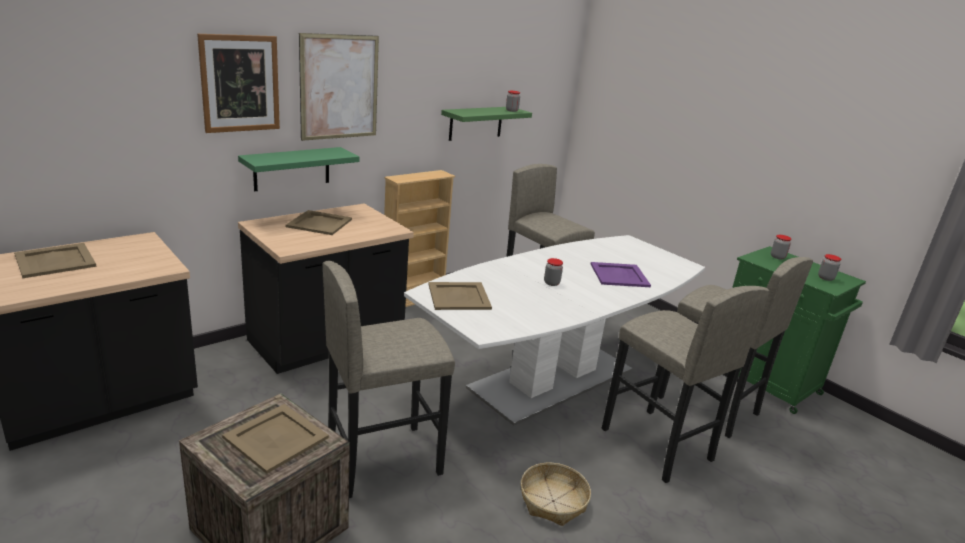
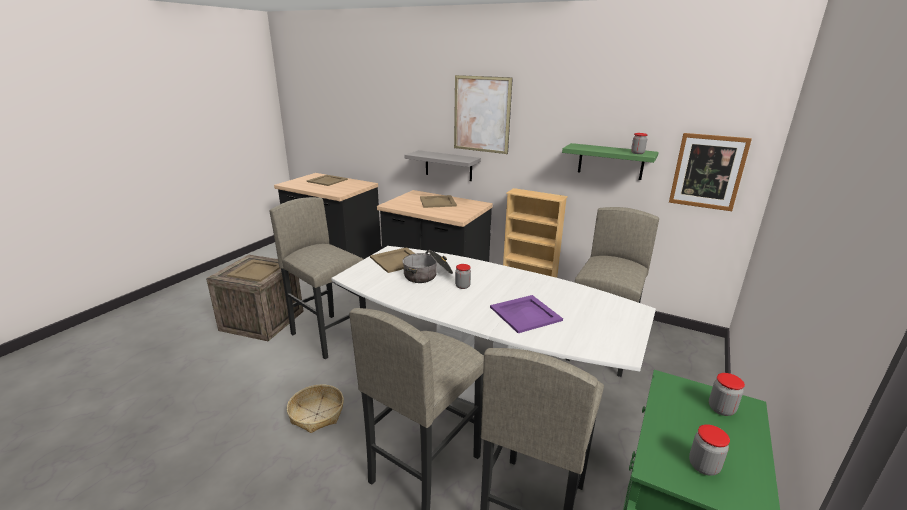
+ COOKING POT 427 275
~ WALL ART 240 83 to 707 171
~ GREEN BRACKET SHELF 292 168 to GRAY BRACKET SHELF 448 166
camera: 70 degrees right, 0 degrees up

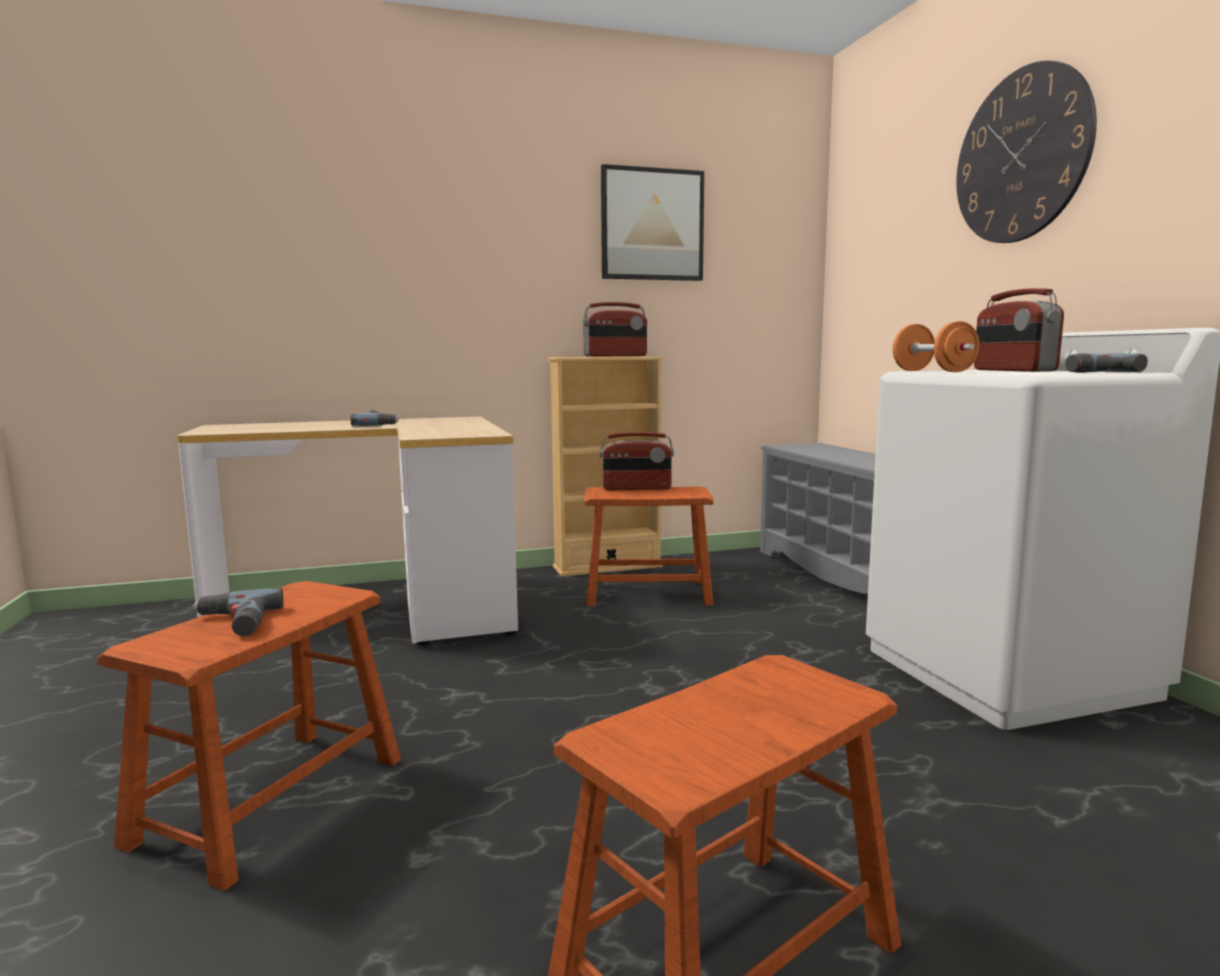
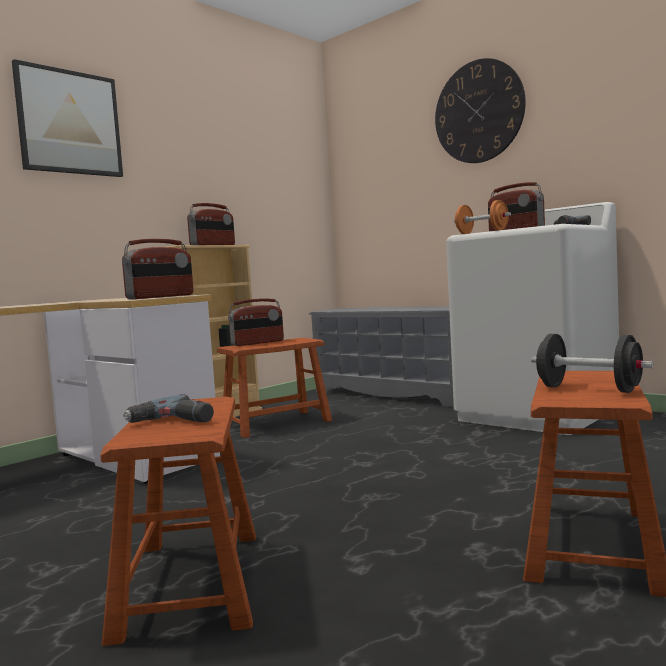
- DRILL 378 424
+ RADIO SET 161 297
+ BLACK-COLOURED DUMBBELL 589 389
~ WALL ART 652 225 to 69 122
camera: 30 degrees left, 5 degrees down

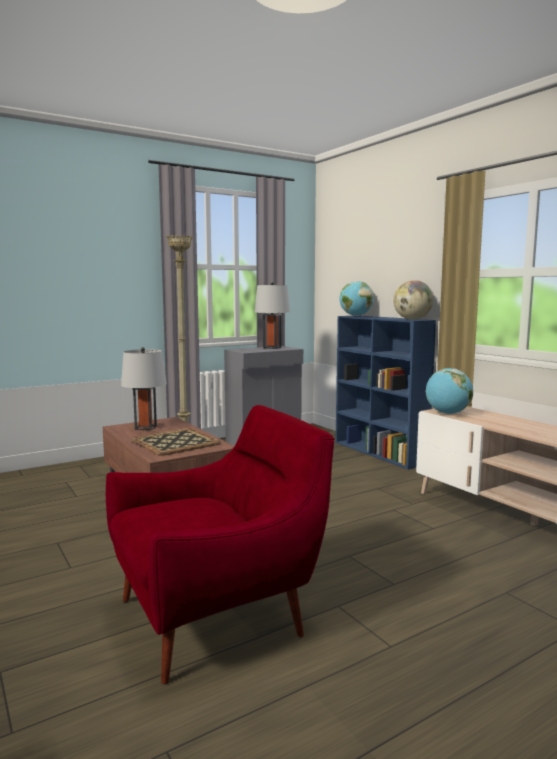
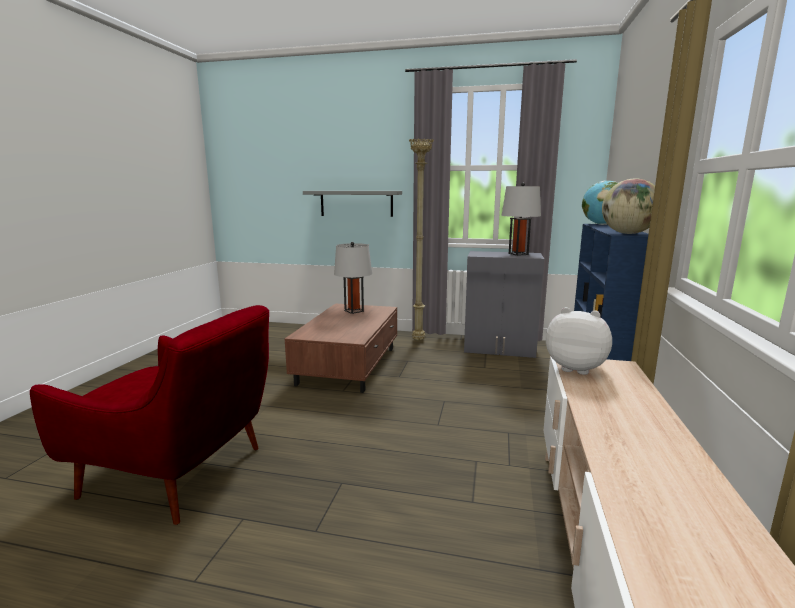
- CARRYING TRAY 176 442
+ GRAY BRACKET SHELF 356 203
~ DESK GLOBE 448 413 to CUDDLY TOY 575 368
camera: 45 degrees right, 5 degrees up

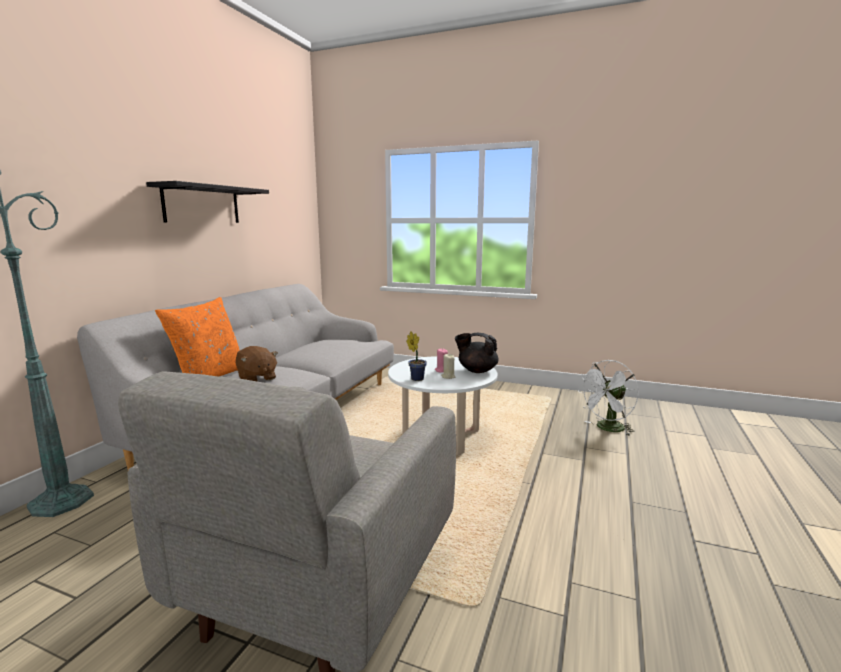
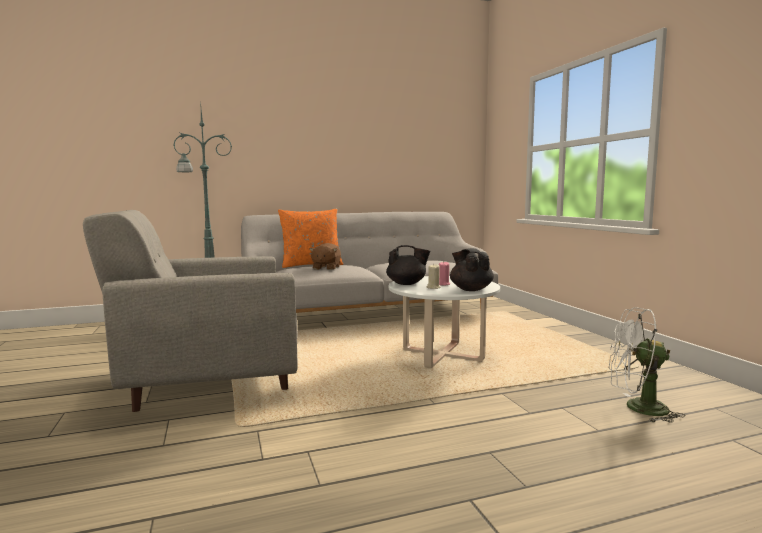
- BLACK-COLOURED BRACKET SHELF 202 204
~ POTTED PLANT 416 378 to BLACK-COLOURED TEAPOT 407 284
camera: 50 degrees right, 5 degrees down

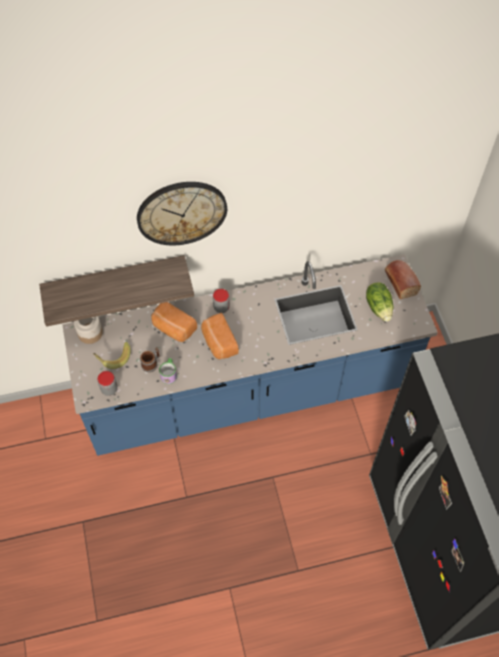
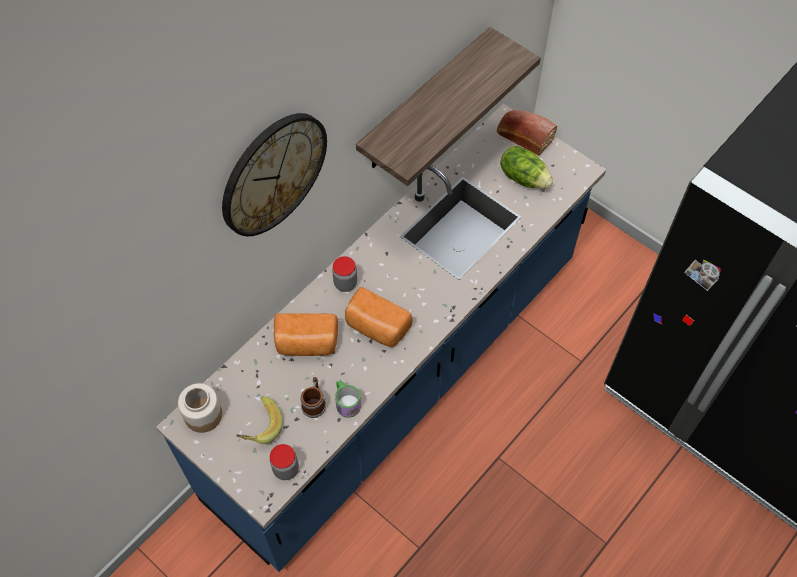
~ BRACKET SHELF 115 280 to 424 102
camera: 35 degrees left, 0 degrees up

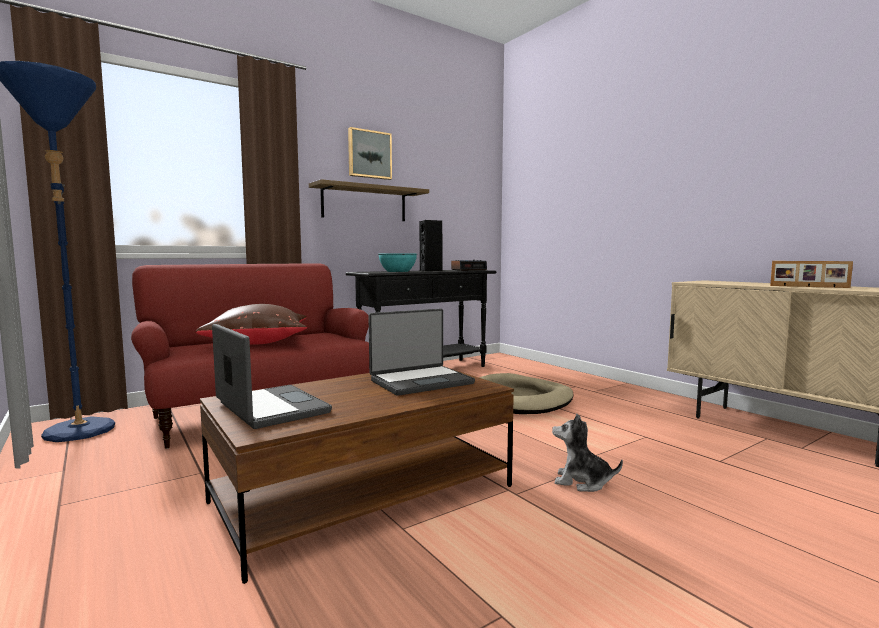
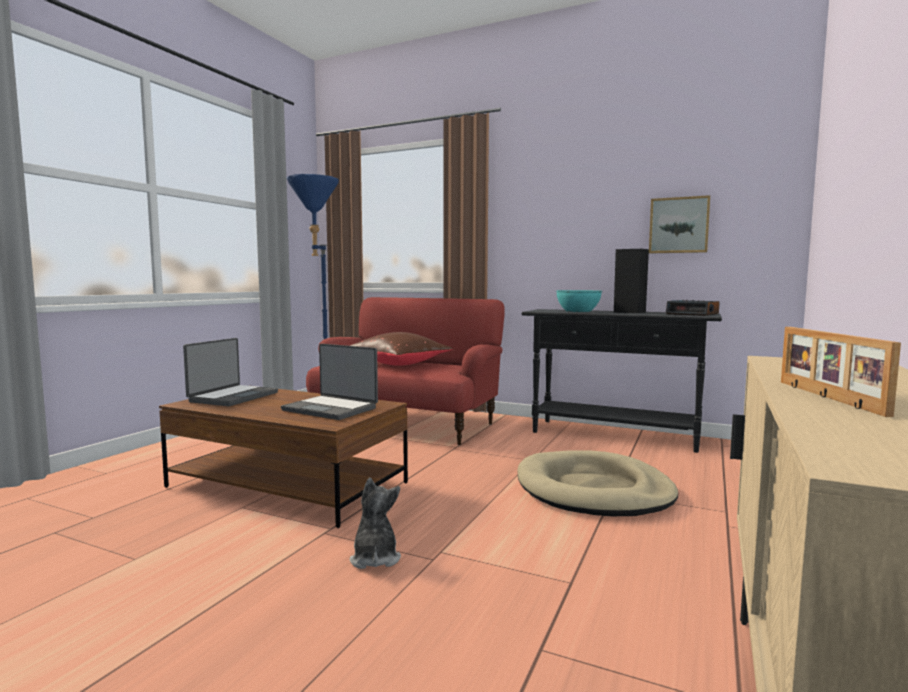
- BRACKET SHELF 364 203
~ WALL ART 369 154 to 679 225
camera: 60 degrees right, 0 degrees up

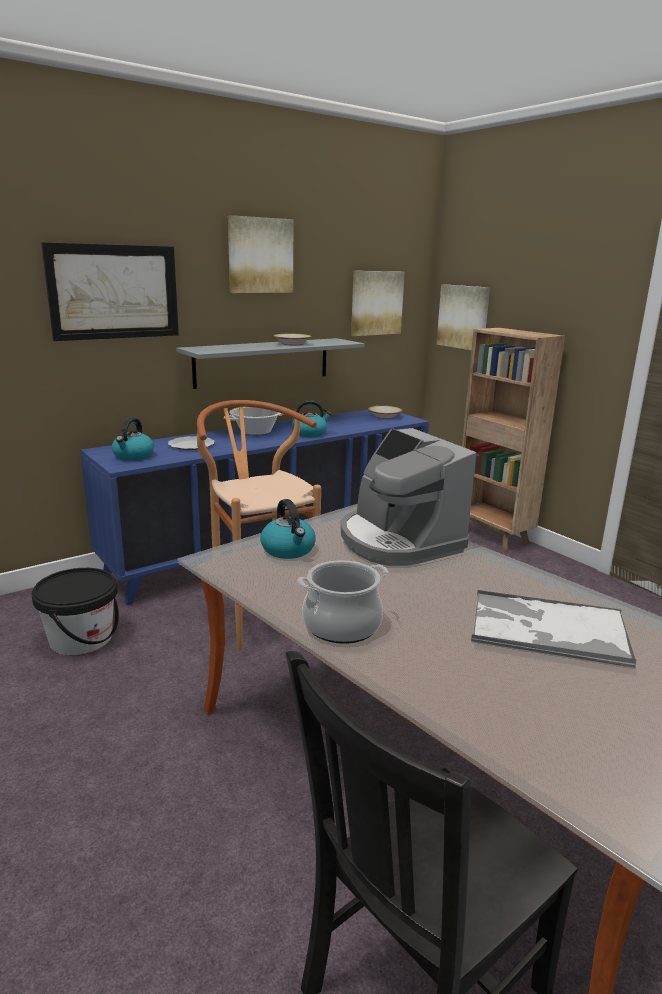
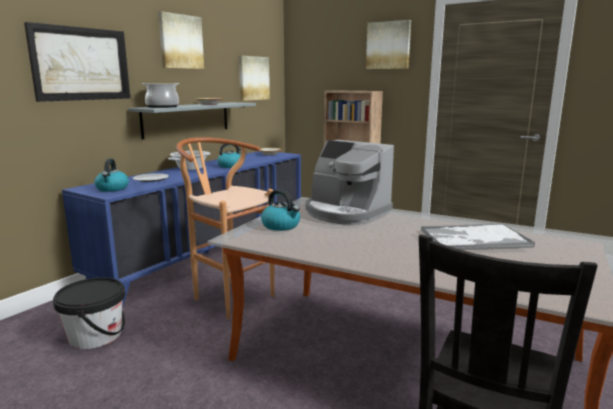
~ COOKING POT 342 626 to 162 107
~ WALL ART 463 317 to 388 45
camera: 20 degrees left, 5 degrees down

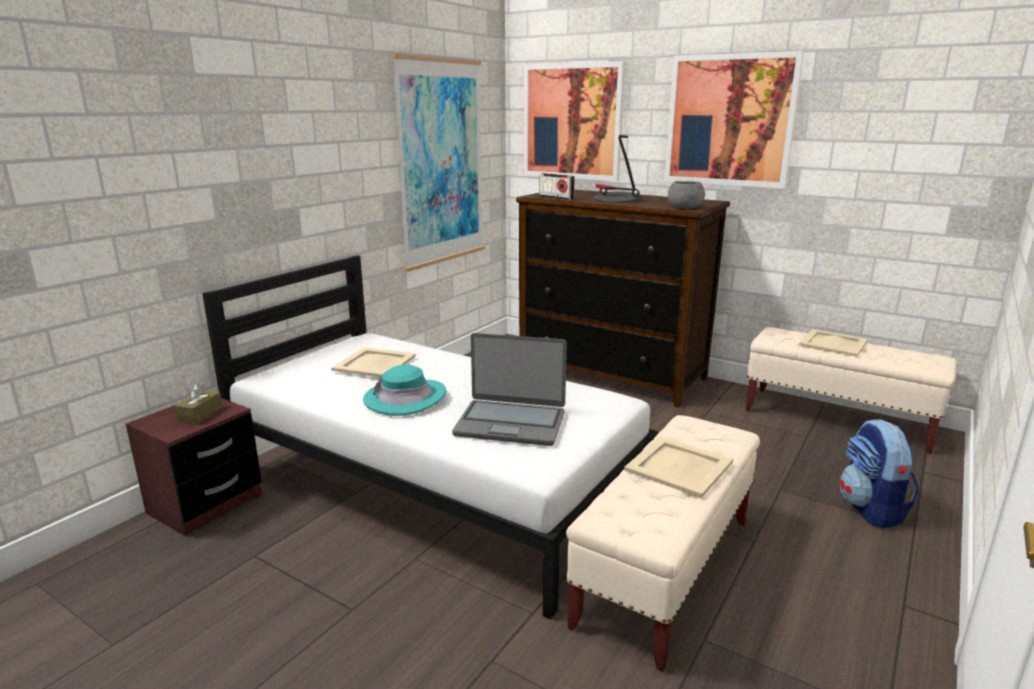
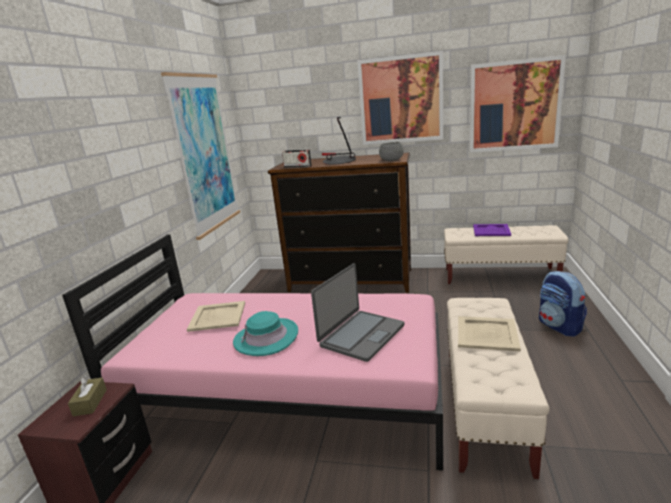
~ WALL ART 572 122 to 514 106
~ WHITE BEDROOM BED 436 483 to PINK BEDROOM BED 289 394
~ SAND-COLOURED CARRYING TRAY 834 343 to PURPLE CARRYING TRAY 491 230
~ PORTABLE COMPUTER 510 423 = 361 335 45 degrees counterclockwise
camera: 20 degrees left, 0 degrees up

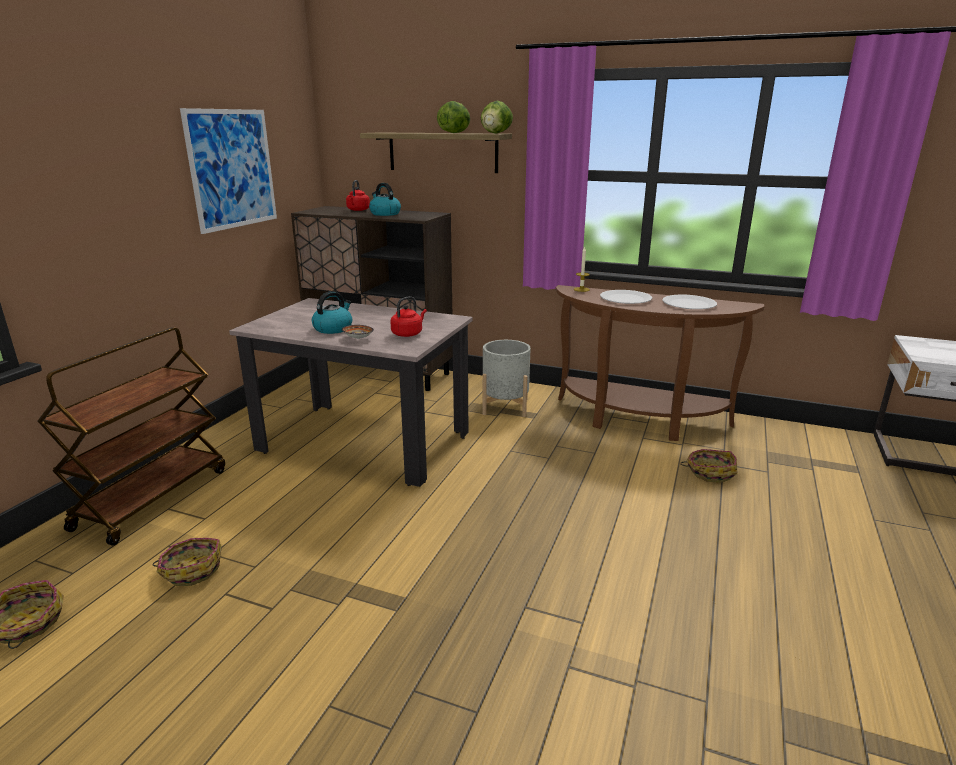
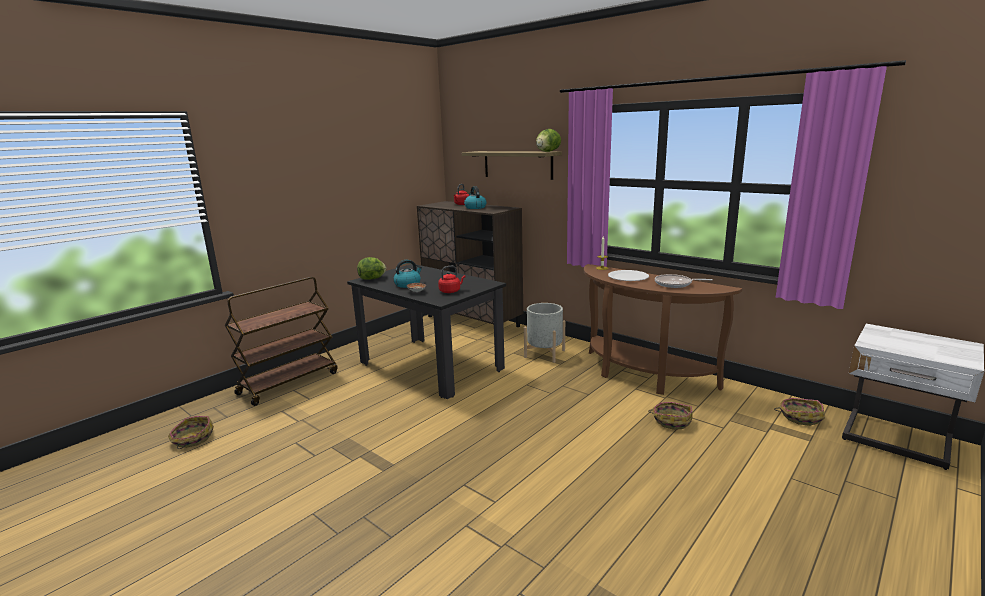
- WALL ART 232 169
~ STORAGE BASKET 192 569 to 800 417
~ LETTUCE 455 133 to 372 279
~ WHITE PLATE 689 304 to FRYING PAN 675 284
~ SAND-COLOURED DINNER TABLE 364 442 to BLACK-COLOURED DINNER TABLE 431 366
camera: 20 degrees right, 5 degrees down

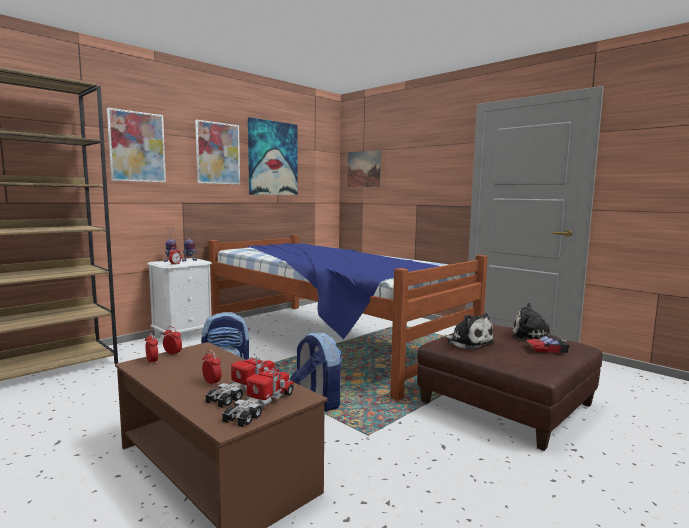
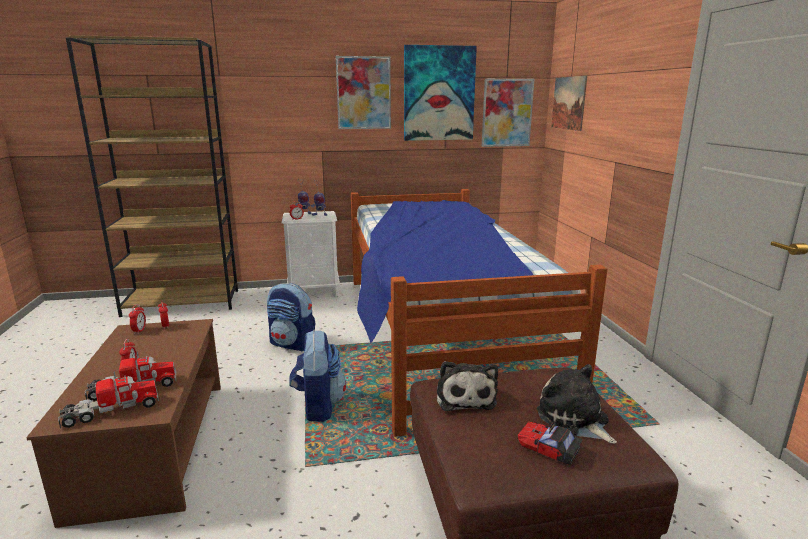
~ WALL ART 137 147 to 507 113
camera: 35 degrees right, 10 degrees up

